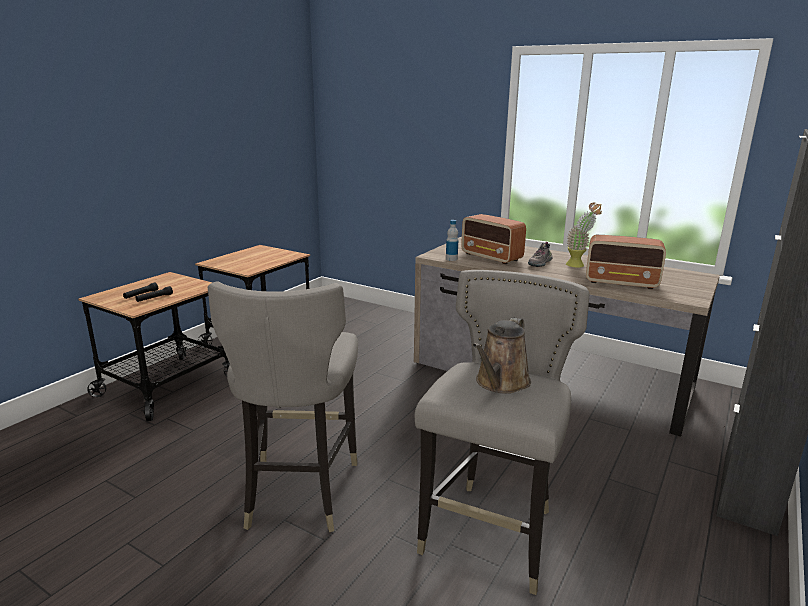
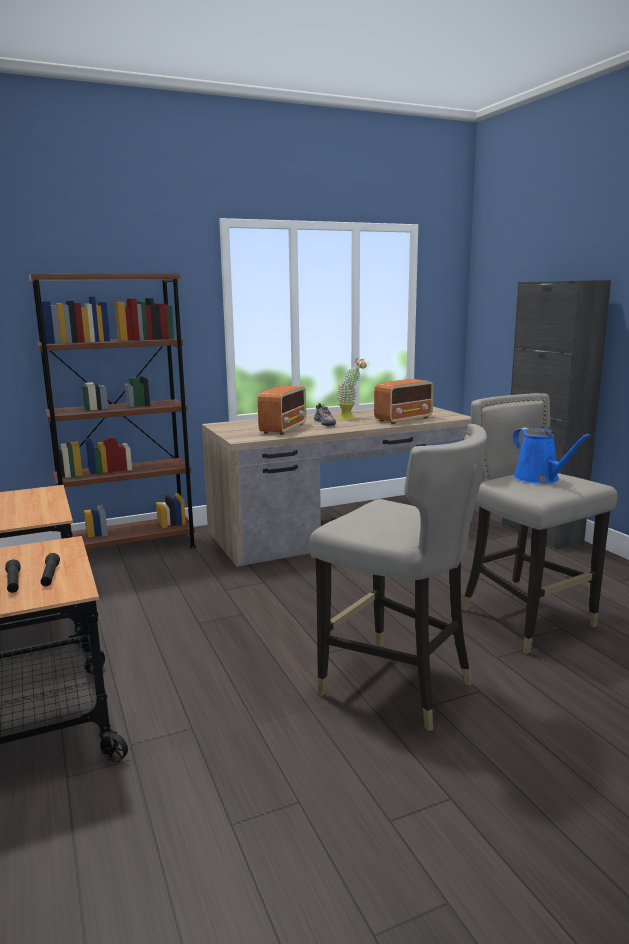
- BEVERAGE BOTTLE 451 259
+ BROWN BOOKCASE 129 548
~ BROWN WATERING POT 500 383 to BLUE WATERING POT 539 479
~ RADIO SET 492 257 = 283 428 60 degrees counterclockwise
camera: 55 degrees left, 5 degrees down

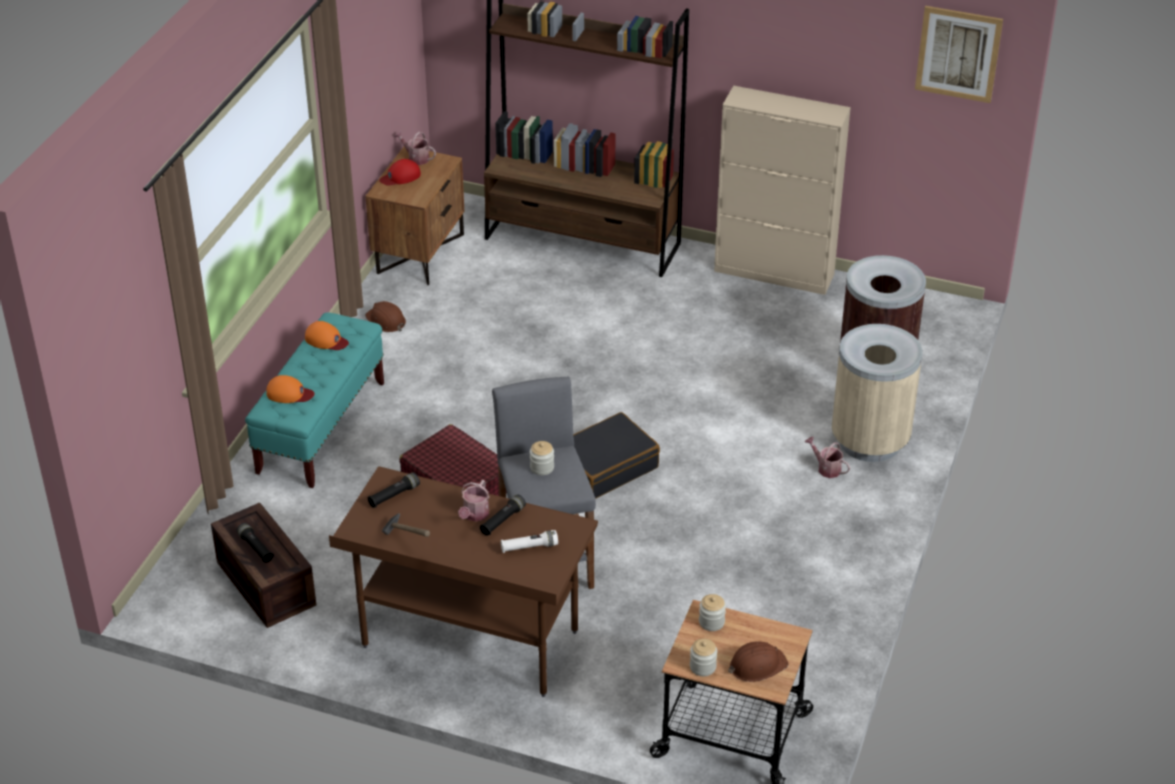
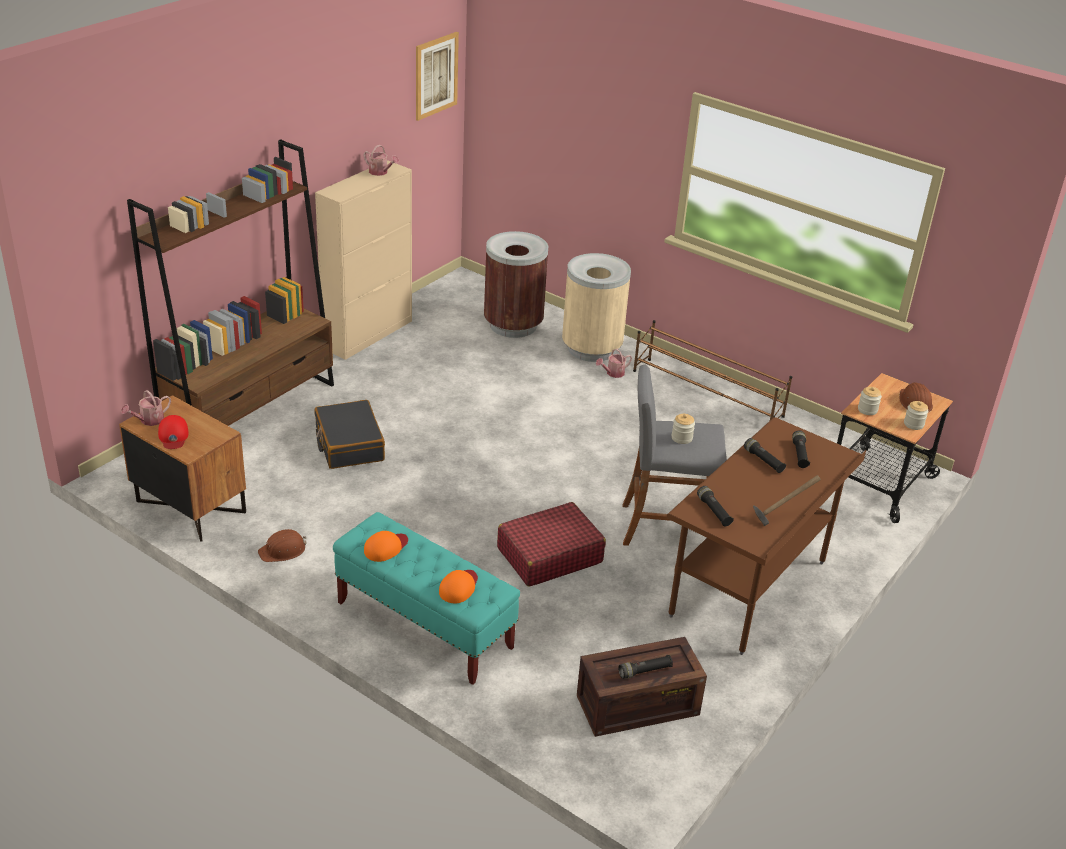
+ BROWN SHOE RACK 707 394
~ WATERING POT 474 515 to 380 172
~ BLACK-COLOURED TRAVEL CASE 606 466 to 349 444
~ WHITE HAND TORCH 529 547 to BLACK-COLOURED HAND TORCH 799 454
camera: 75 degrees left, 5 degrees down

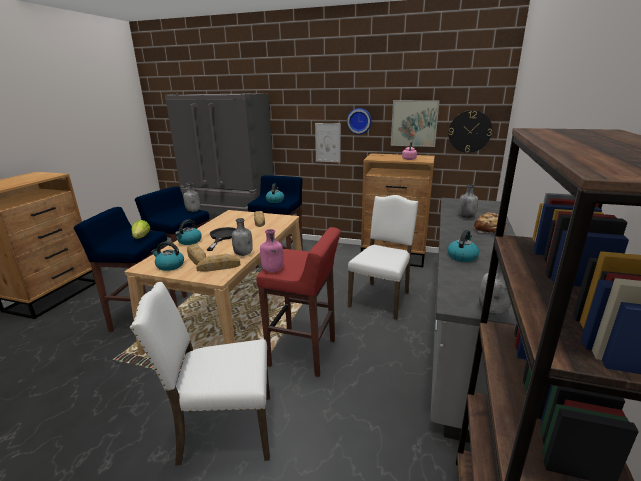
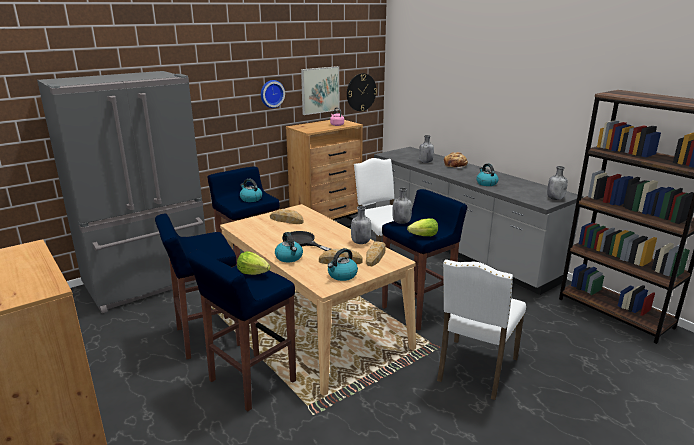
- WALL ART 328 142
~ GRAY BEVERAGE BOTTLE 194 211 to 401 222
~ PINK BEVERAGE BOTTLE 272 270 to LETTUCE 424 236
~ REDDISH SITTING STOOL 303 353 to BLUE SITTING STOOL 418 310
camera: 55 degrees left, 0 degrees up

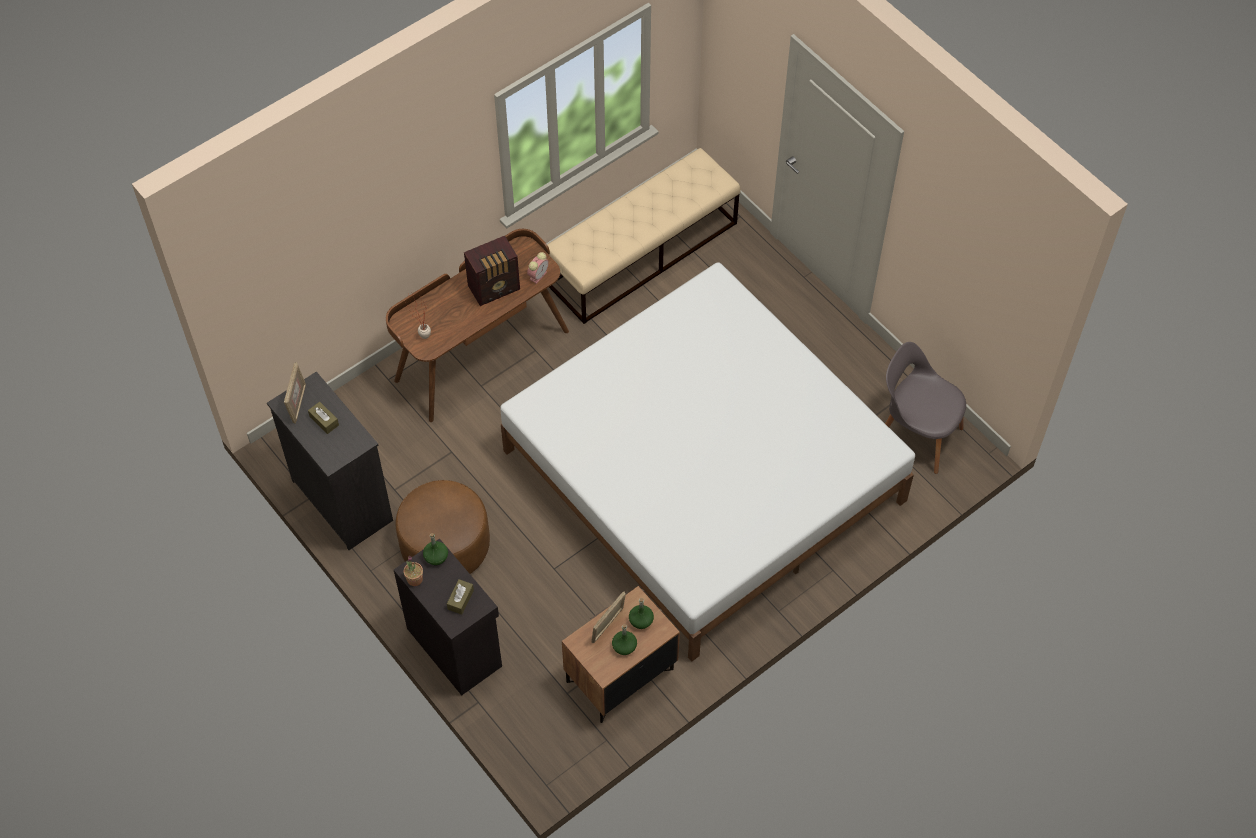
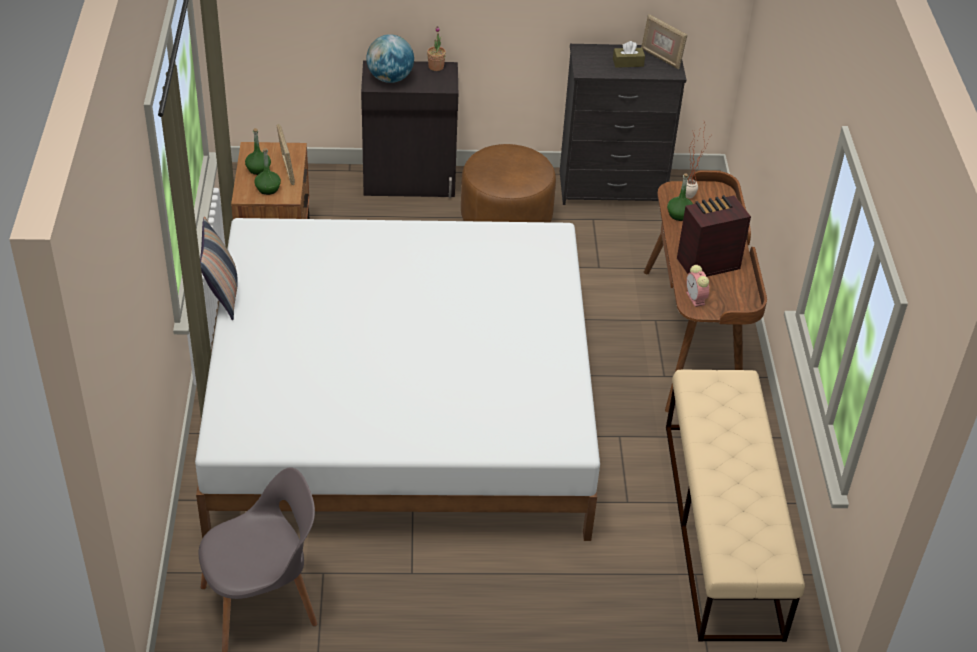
+ CUSHION 222 294
~ GREEN BEVERAGE BOTTLE 436 557 to 679 214
~ BROWN TISSUE HOLDER 460 599 to DESK GLOBE 390 78
~ RADIO SET 495 288 = 706 263 60 degrees clockwise
camera: 125 degrees right, 15 degrees down

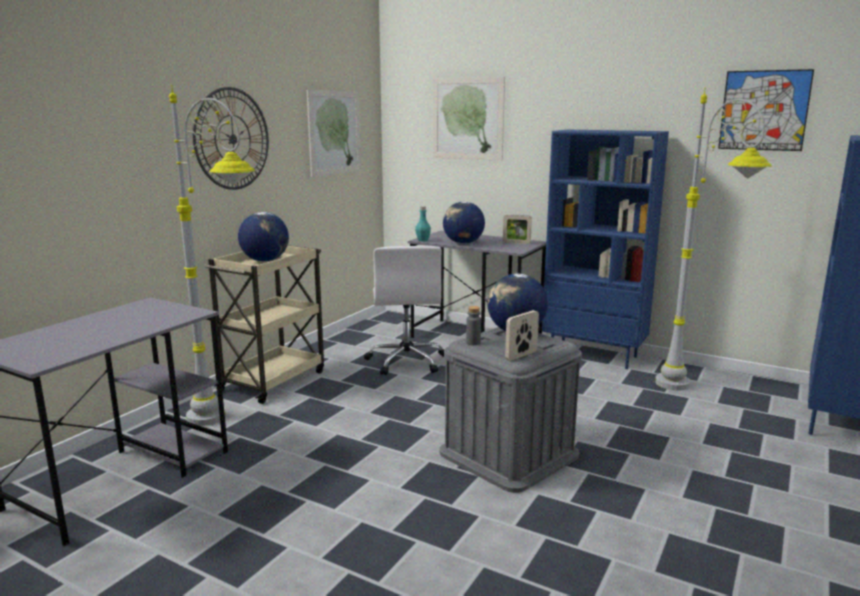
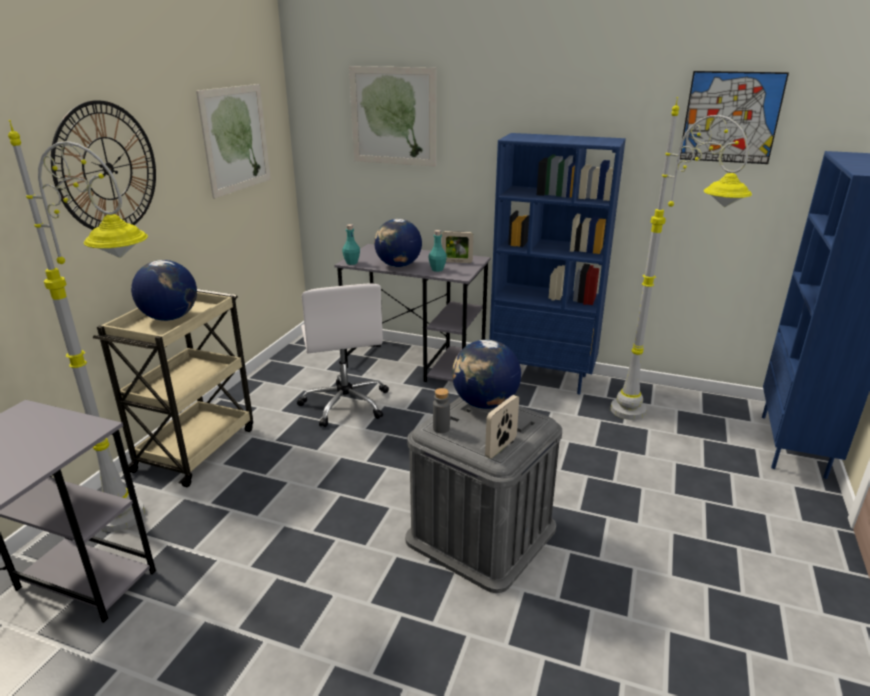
+ BLUE-GREEN BEVERAGE BOTTLE 437 269
camera: 10 degrees left, 10 degrees up

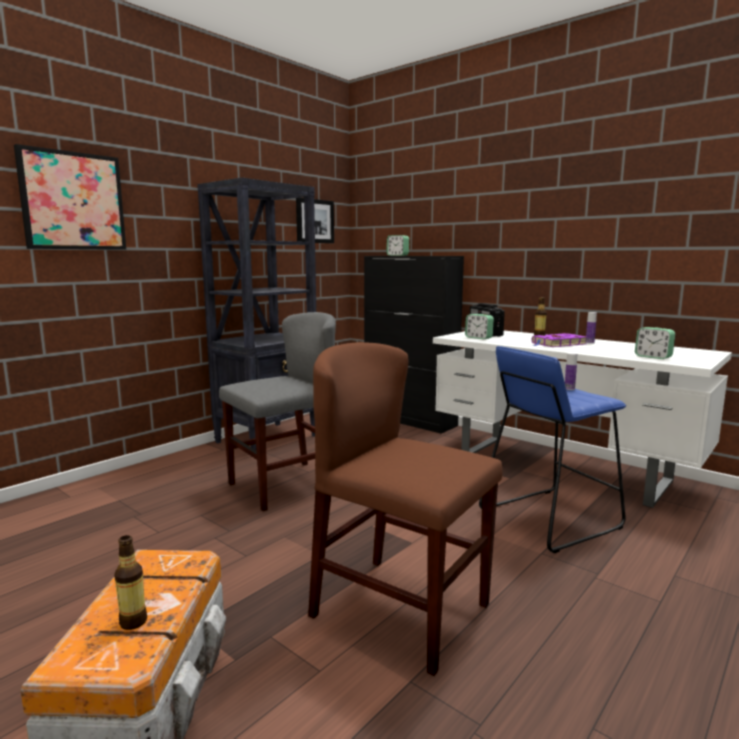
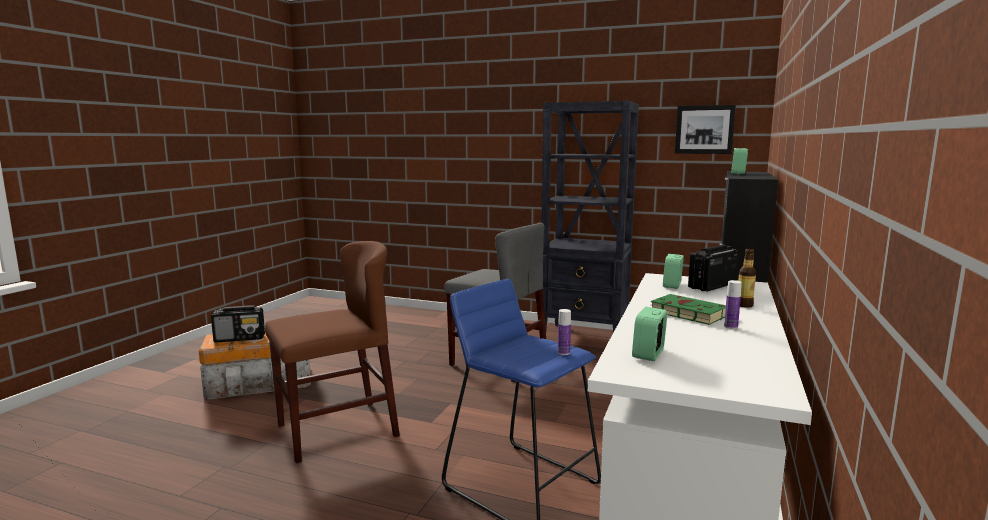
- WALL ART 73 201
~ BEVERAGE BOTTLE 133 622 to RADIO SET 240 338
~ PURPLE BOOK 558 344 to GREEN BOOK 686 313
~ BROWN CHAIR 400 610 = 337 430 45 degrees clockwise
camera: 70 degrees right, 0 degrees up

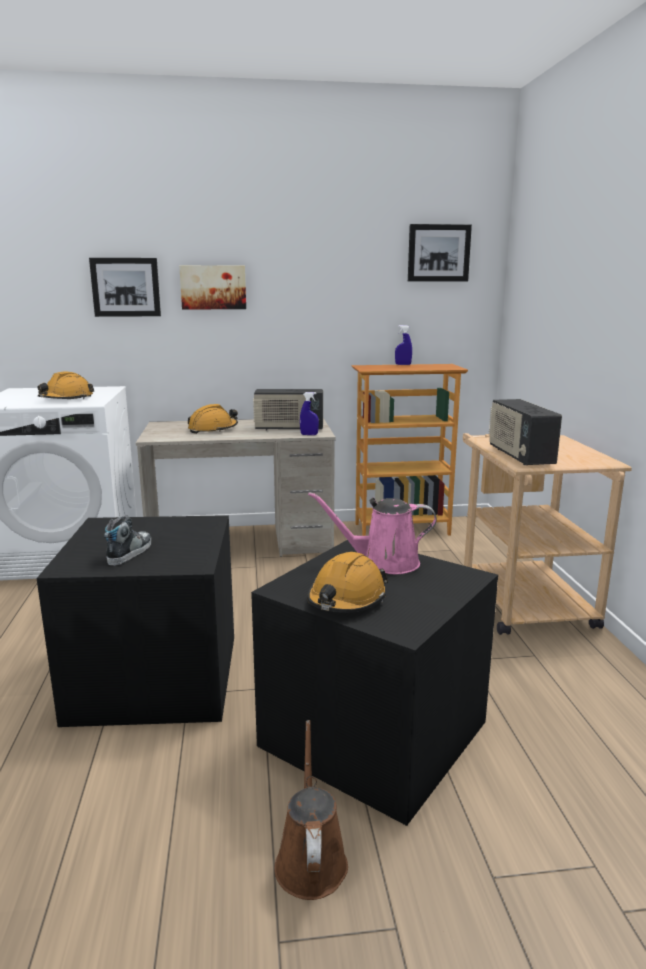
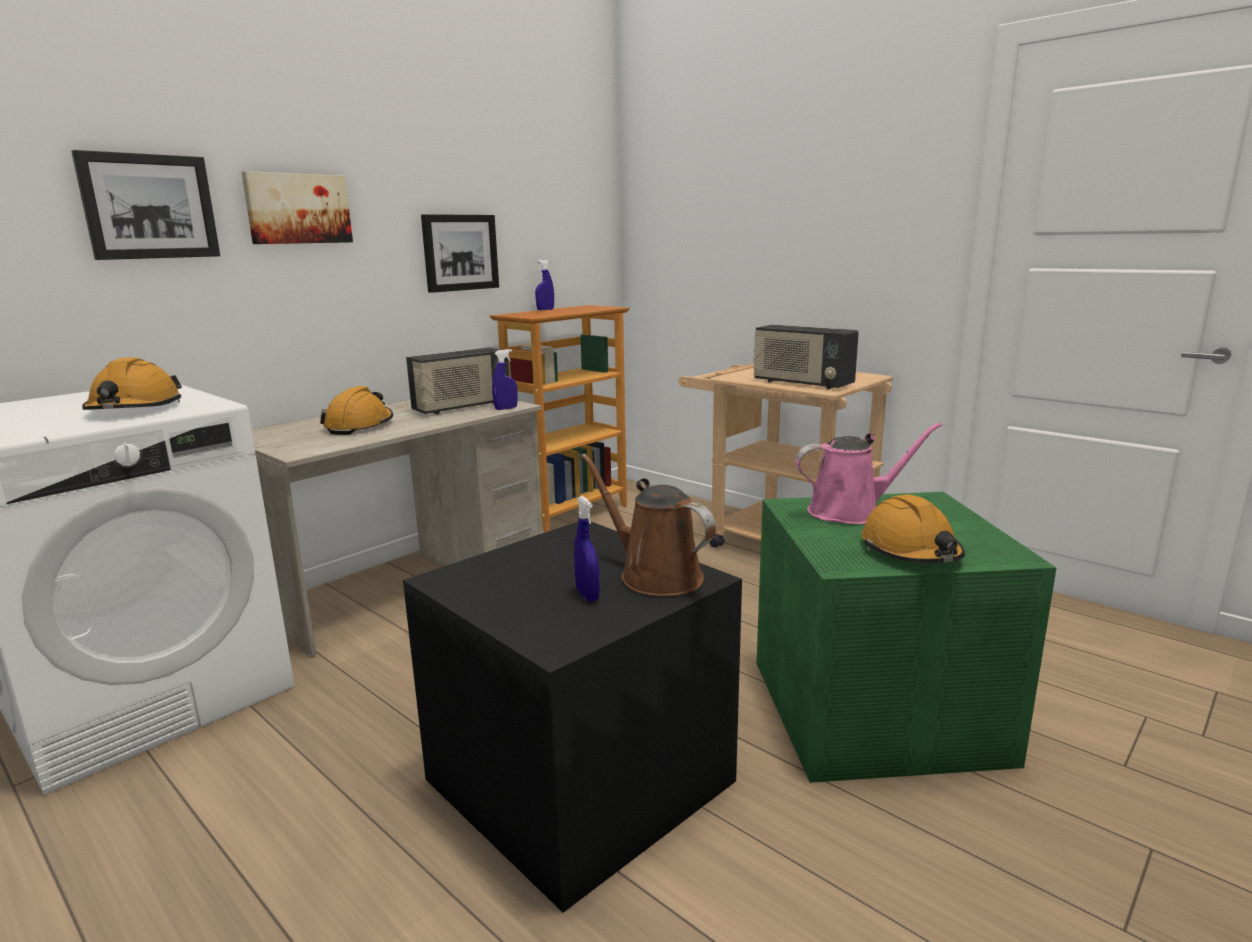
~ BROWN WATERING POT 310 859 to 654 575
~ WALL ART 438 253 to 460 252
~ ITEM OF FOOTWEAR 130 552 to BLUE SPRAYER 587 595
~ BLACK-COLOURED STORAGE CONTAINER 373 731 to GREEN STORAGE CONTAINER 870 708
~ PINK WATERING POT 383 563 = 850 512 150 degrees counterclockwise
camera: 40 degrees left, 0 degrees up

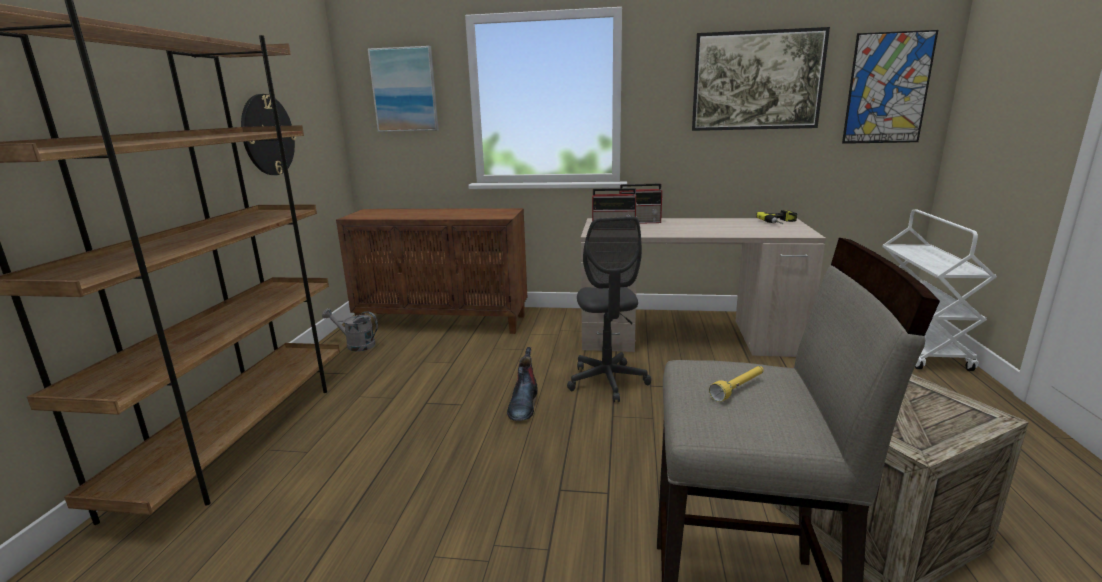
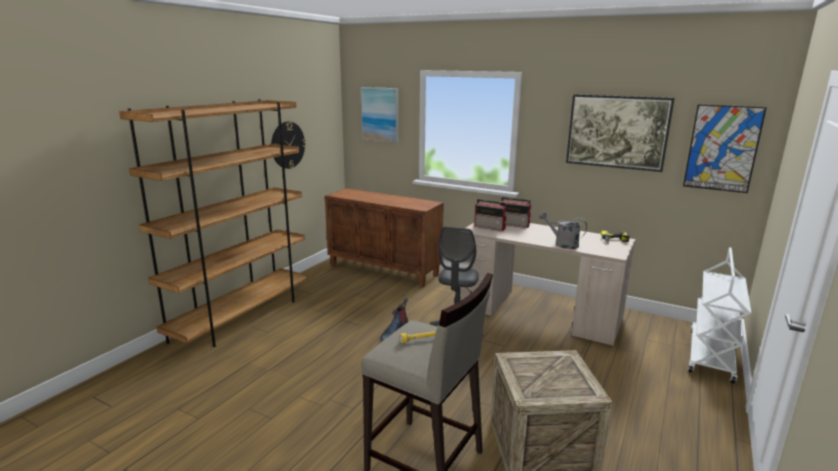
~ GRAY WATERING POT 356 345 to 562 244
camera: 20 degrees right, 0 degrees up

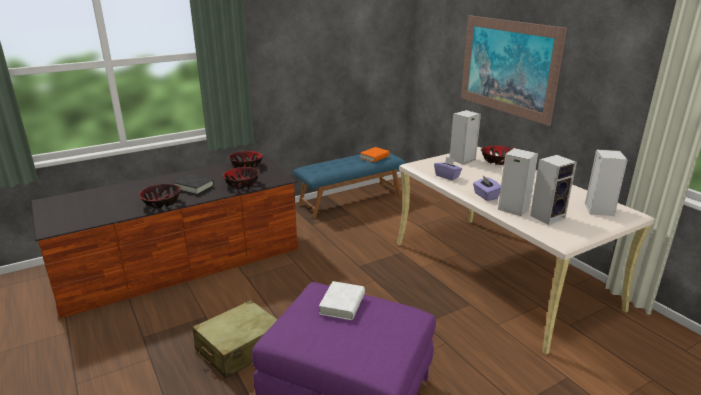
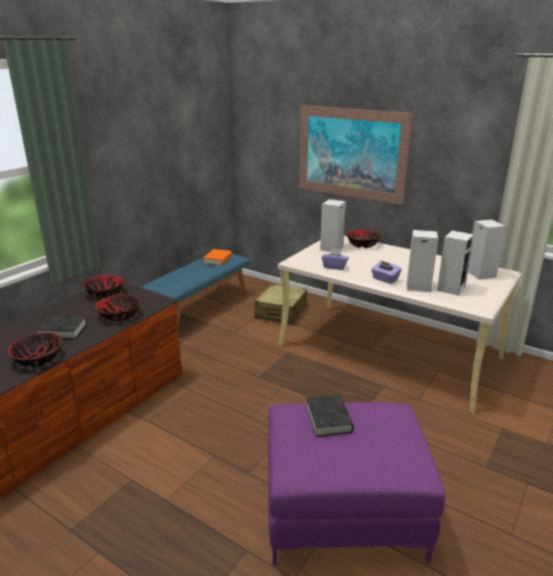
~ SAND-COLOURED TRAVEL CASE 240 348 to 281 312
~ WHITE BOOK 342 304 to BLACK-COLOURED BOOK 328 419
camera: 25 degrees left, 0 degrees up

